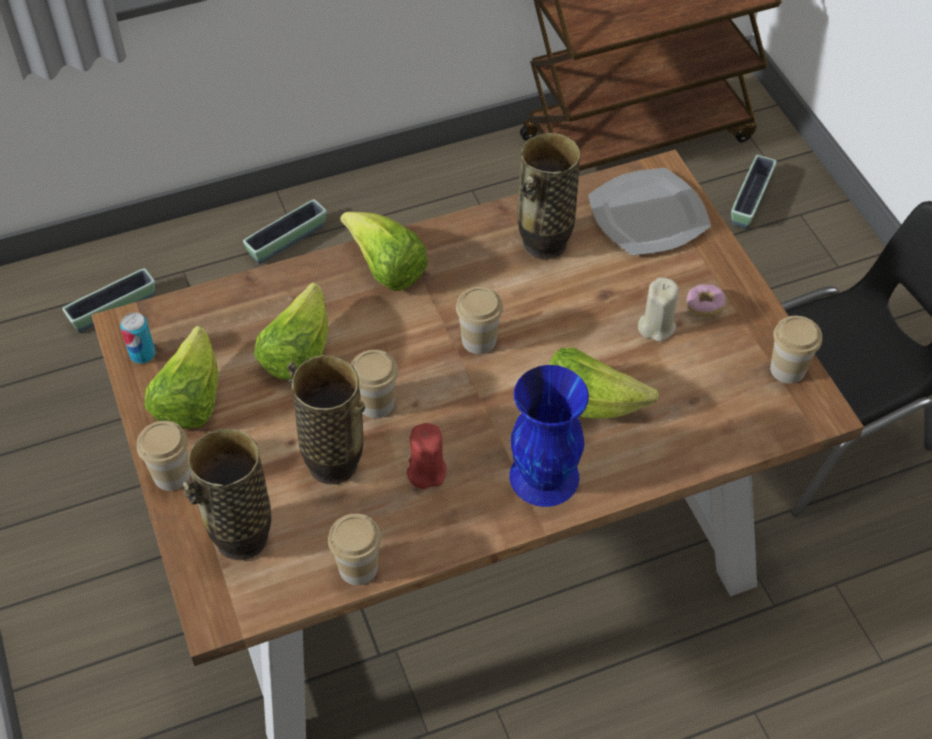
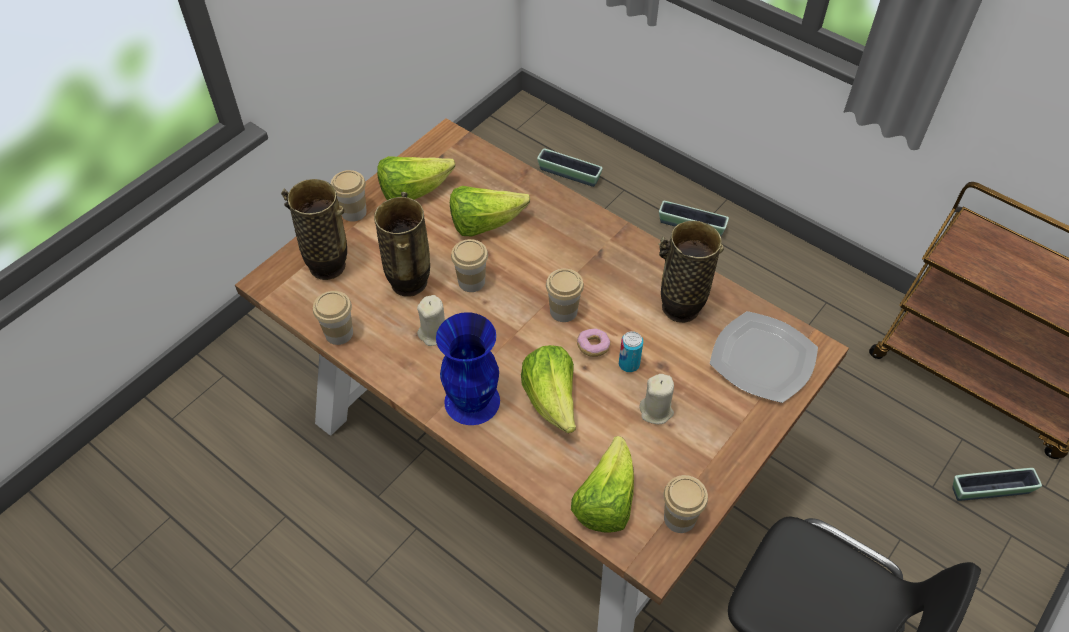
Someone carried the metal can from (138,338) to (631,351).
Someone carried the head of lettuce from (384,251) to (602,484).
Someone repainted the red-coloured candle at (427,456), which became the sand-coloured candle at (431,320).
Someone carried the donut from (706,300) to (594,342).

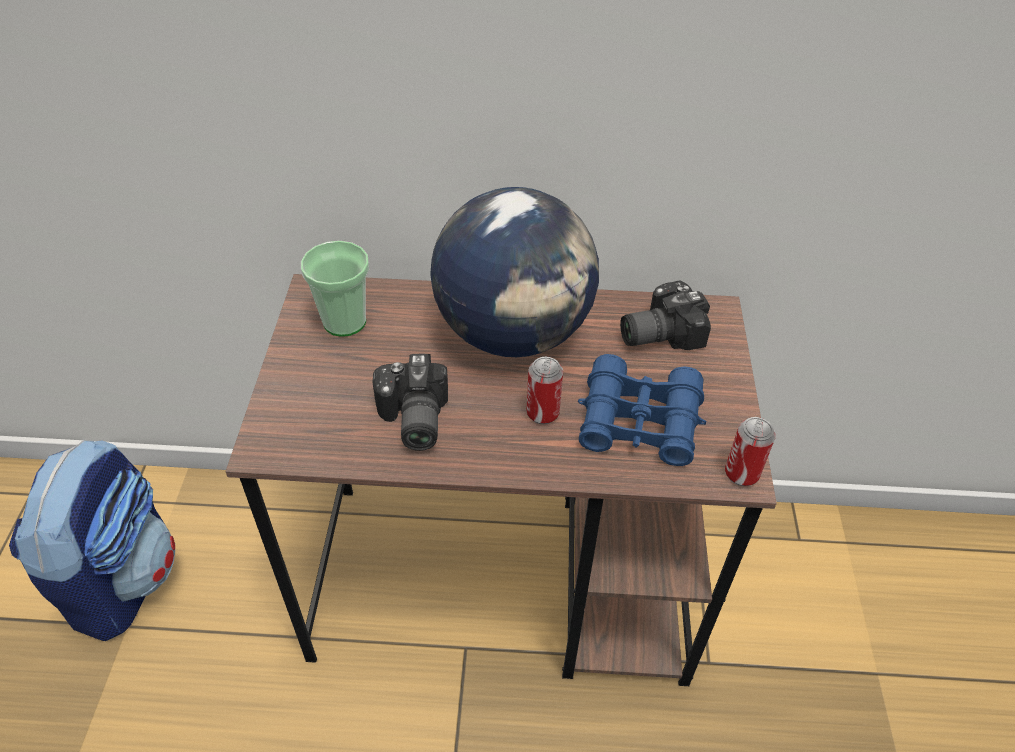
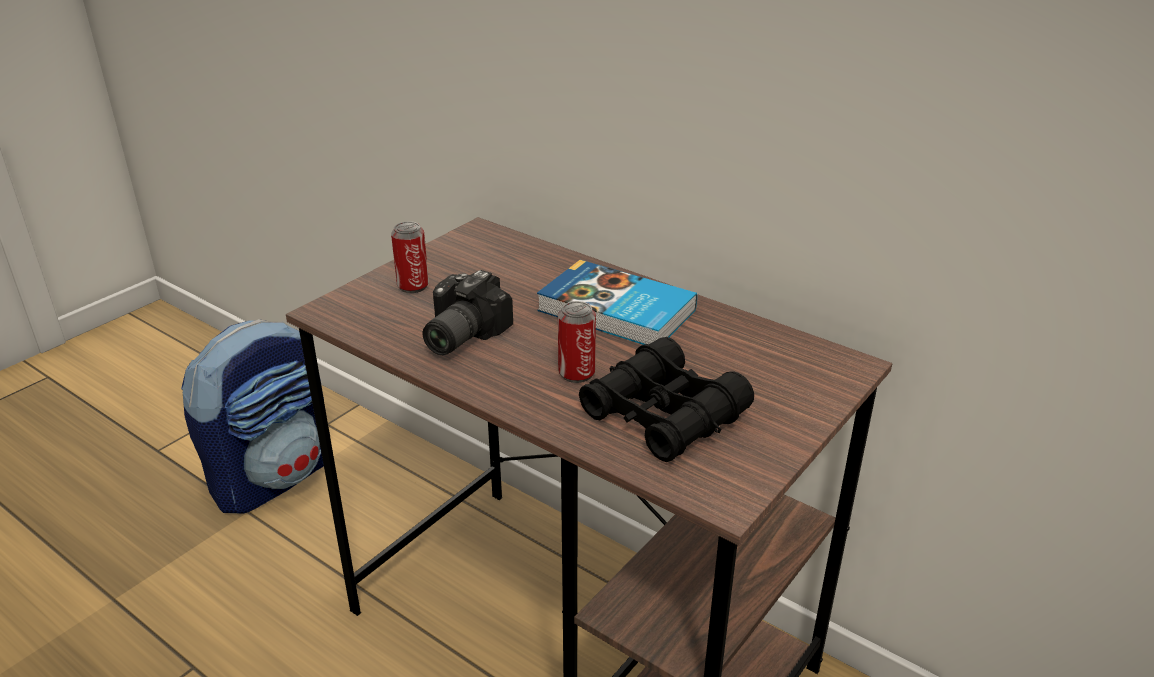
Someone took away the cup at (335,289).
Someone swapped the desk globe at (514,272) for the volume at (617,302).
Someone repainted the blue pair of binoculars at (642,410), which became the blackish pair of binoculars at (666,399).
Someone took away the still camera at (665,315).
Someone carried the metal can from (750,451) to (410,257).

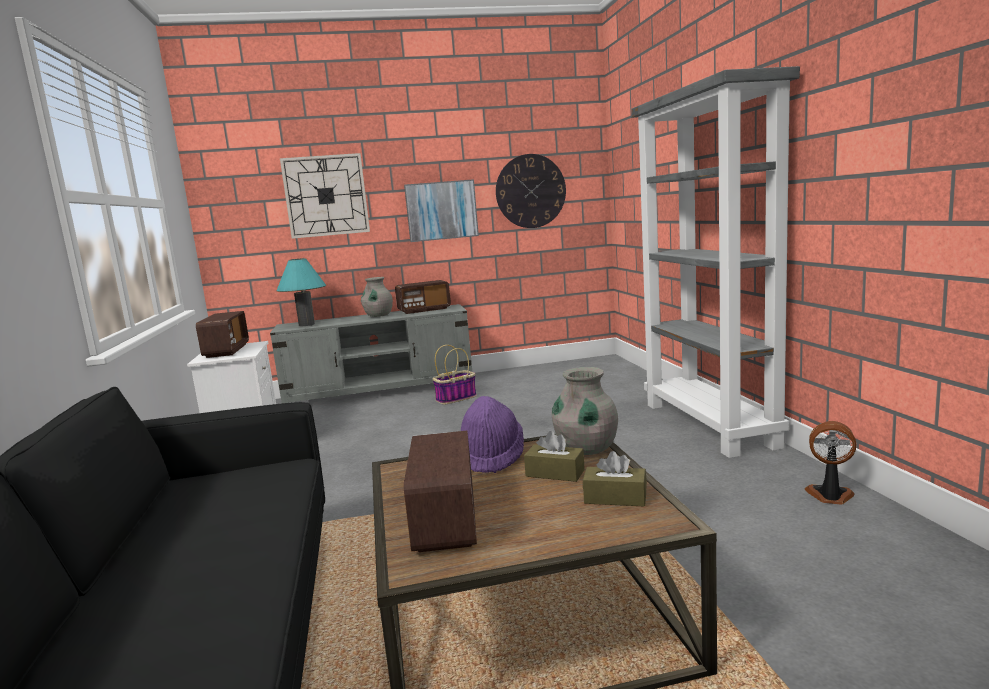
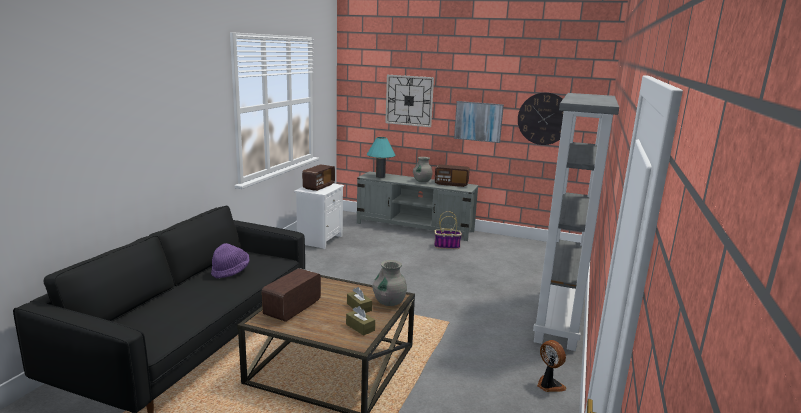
Someone carried the purple clothing hat from (492,434) to (230,260).

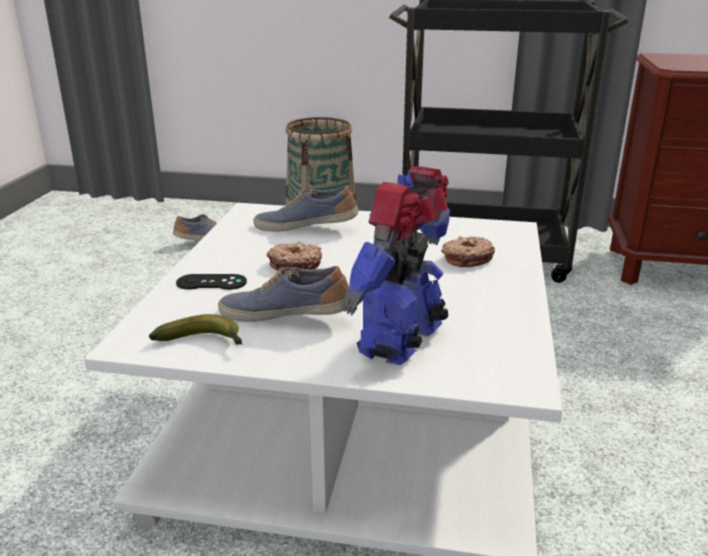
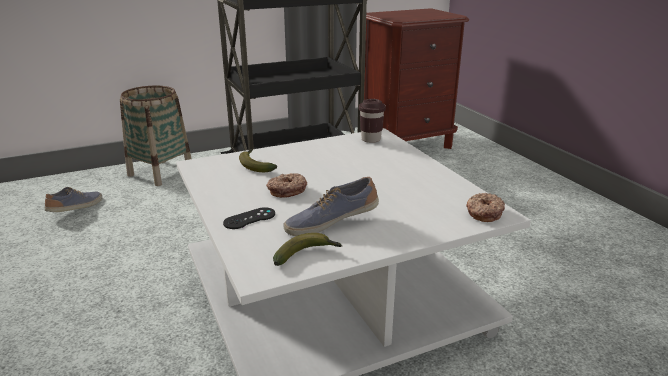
Someone swapped the item of footwear at (305,208) for the banana at (258,160).
Someone took away the robot figure at (396,265).
Someone carried the donut from (468,251) to (485,207).
Someone put down the brownish cup at (372,121).

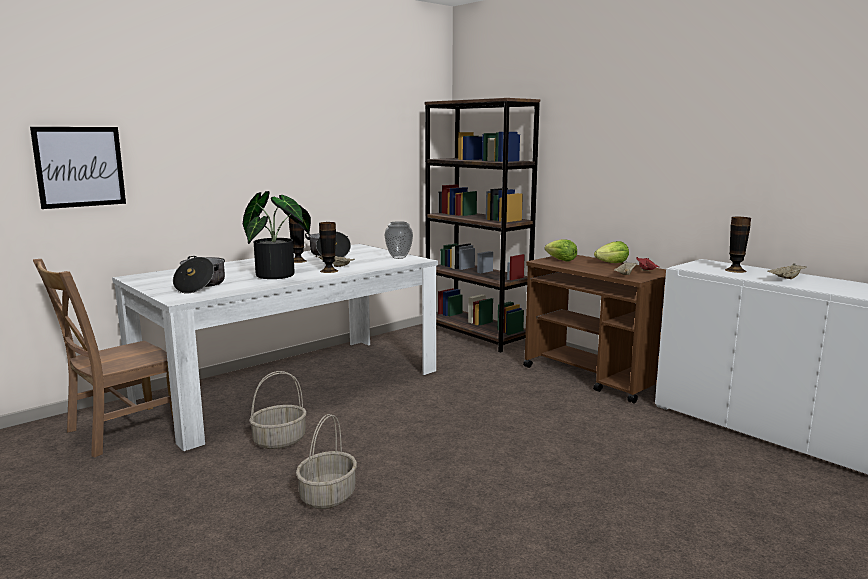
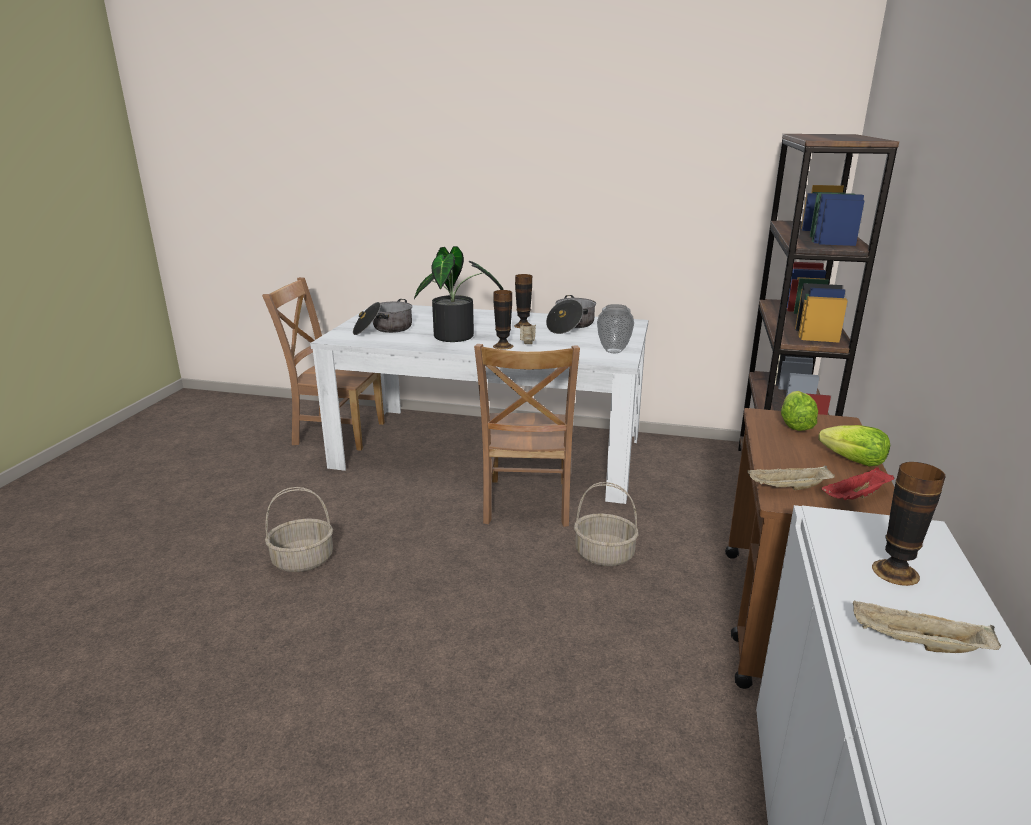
Someone took away the wall picture at (78,168).
Someone carried the household basket from (278,410) to (606,524).
Someone put down the brownish plain chair at (527,435).

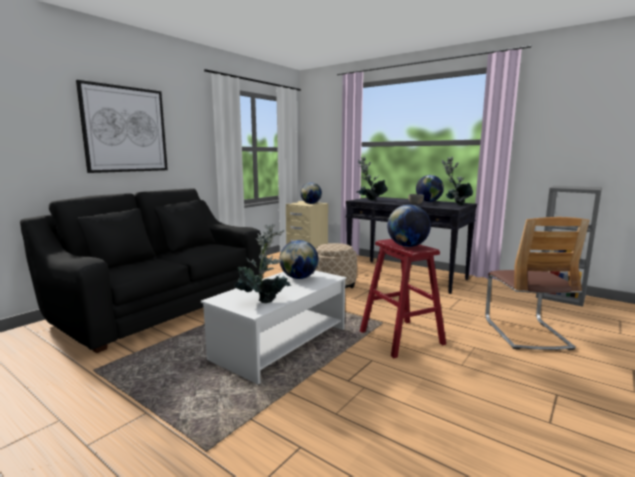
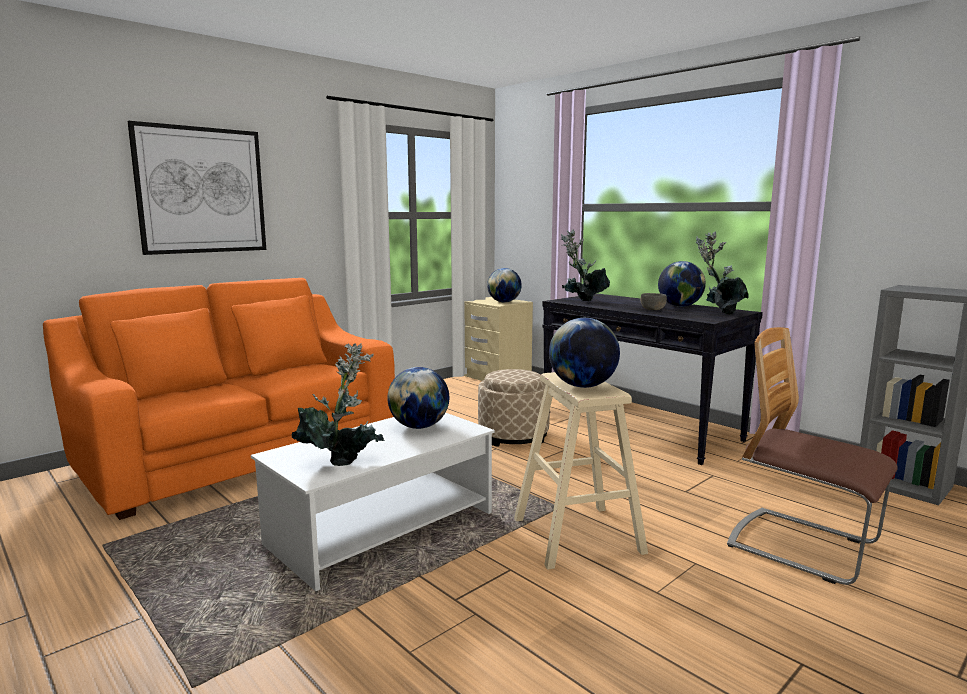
Someone repainted the blackish couch at (141,270), which became the orangey couch at (219,399).
Someone repainted the red-coloured sitting stool at (403,298), which became the sand-coloured sitting stool at (581,471).
Someone rotated the plain chair at (537,283) by 120 degrees clockwise.

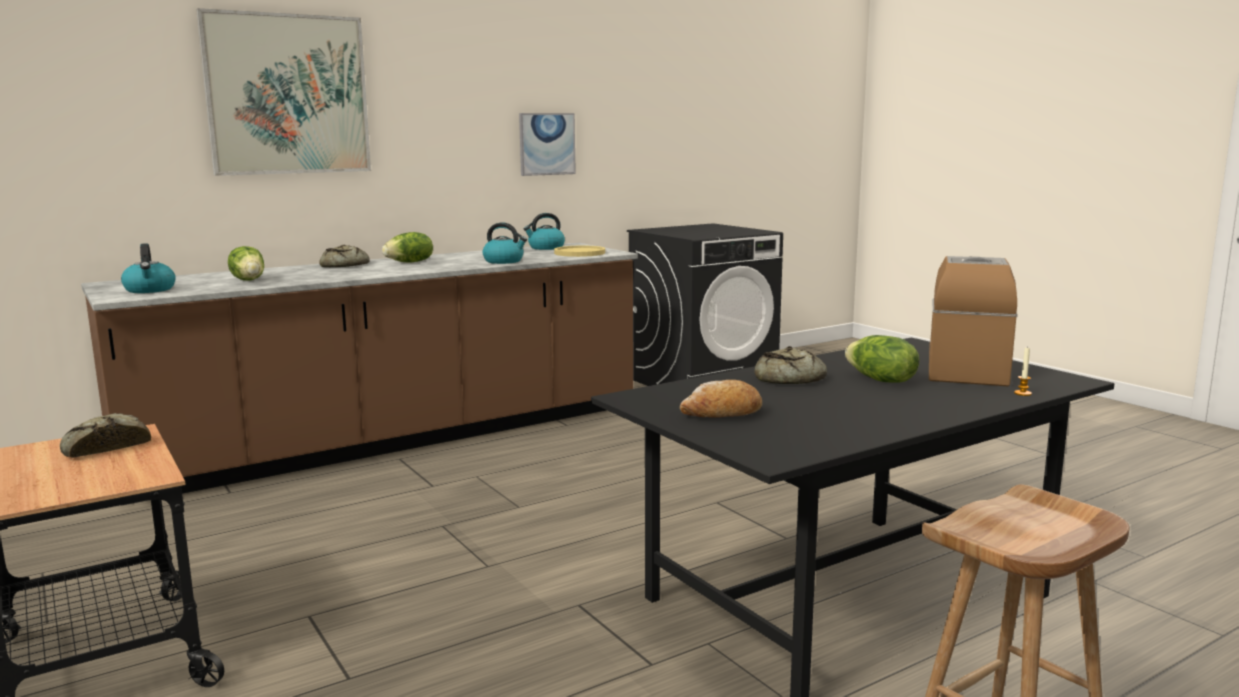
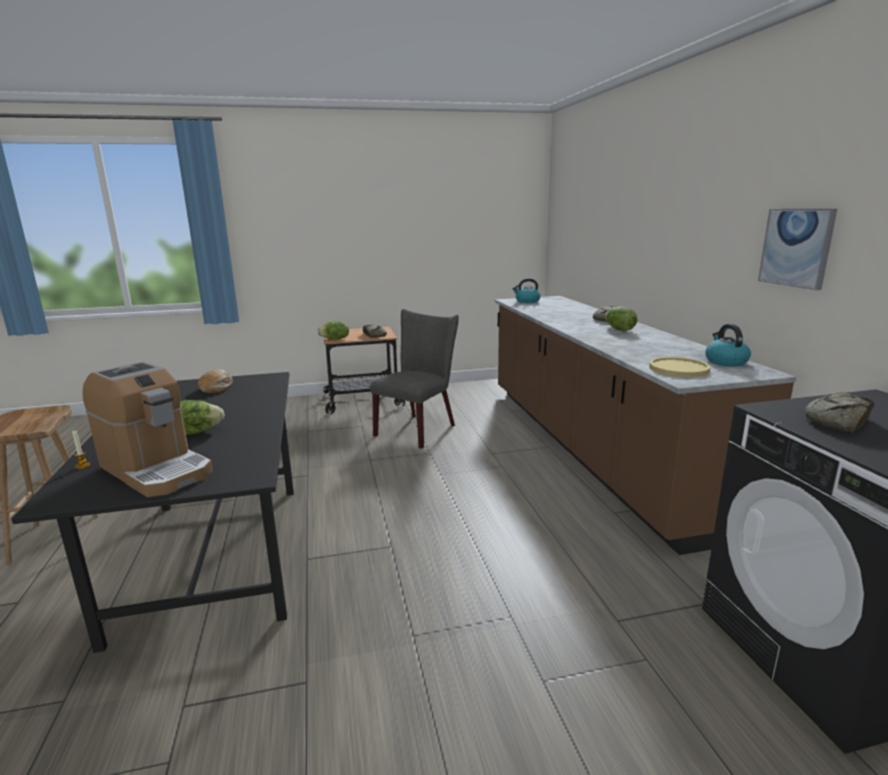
Someone took away the wall picture at (283,92).
Someone carried the head of lettuce from (246,263) to (333,330).
Someone took away the tea kettle at (504,243).
Someone carried the bread from (790,365) to (839,412).
Someone put down the greyish plain chair at (414,379).

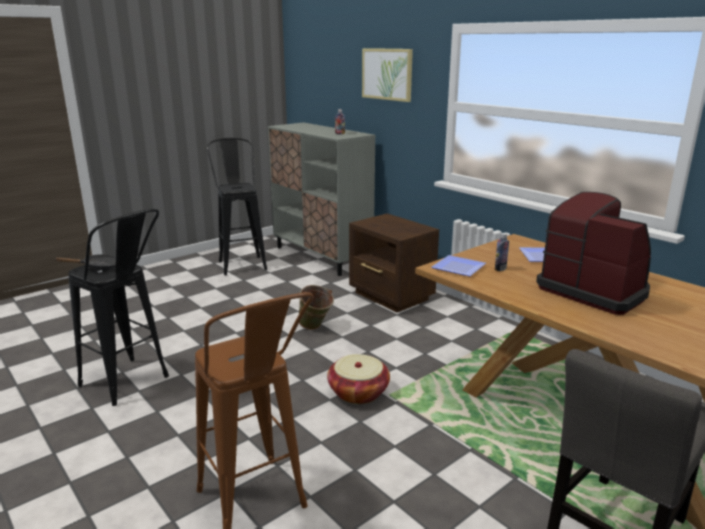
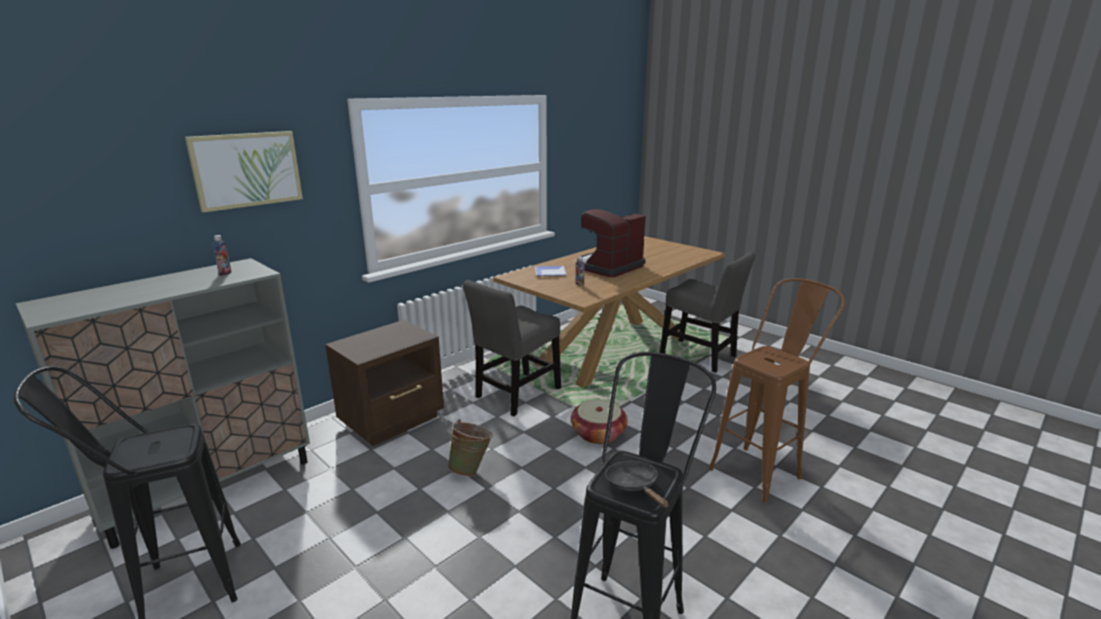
Someone took away the dinner plate at (458,265).
Someone put down the greyish plain chair at (512,348).

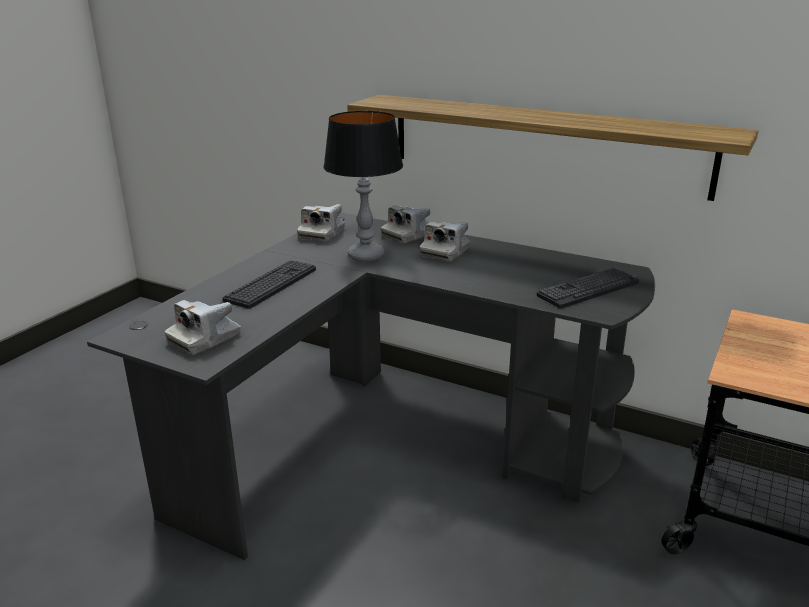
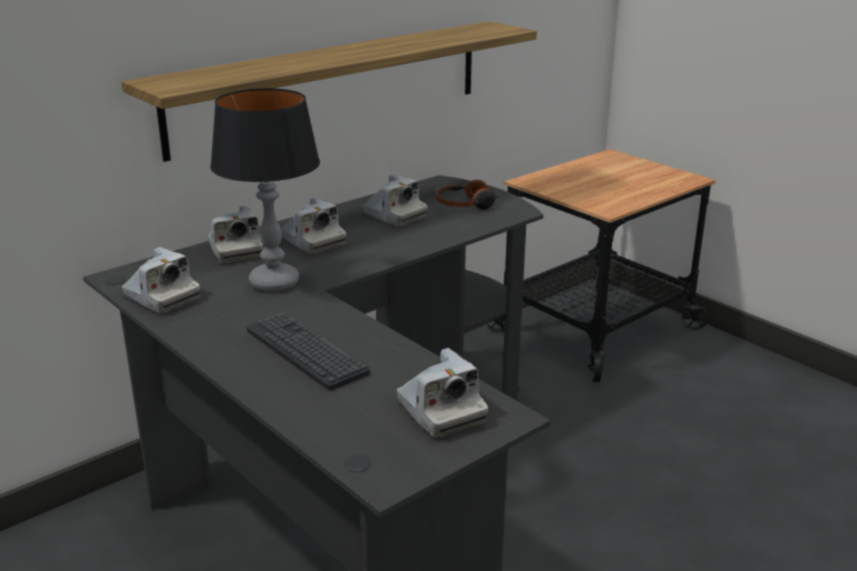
Someone swapped the keyboard at (588,288) for the pair of headphones at (468,195).
Someone put down the still camera at (395,200).

